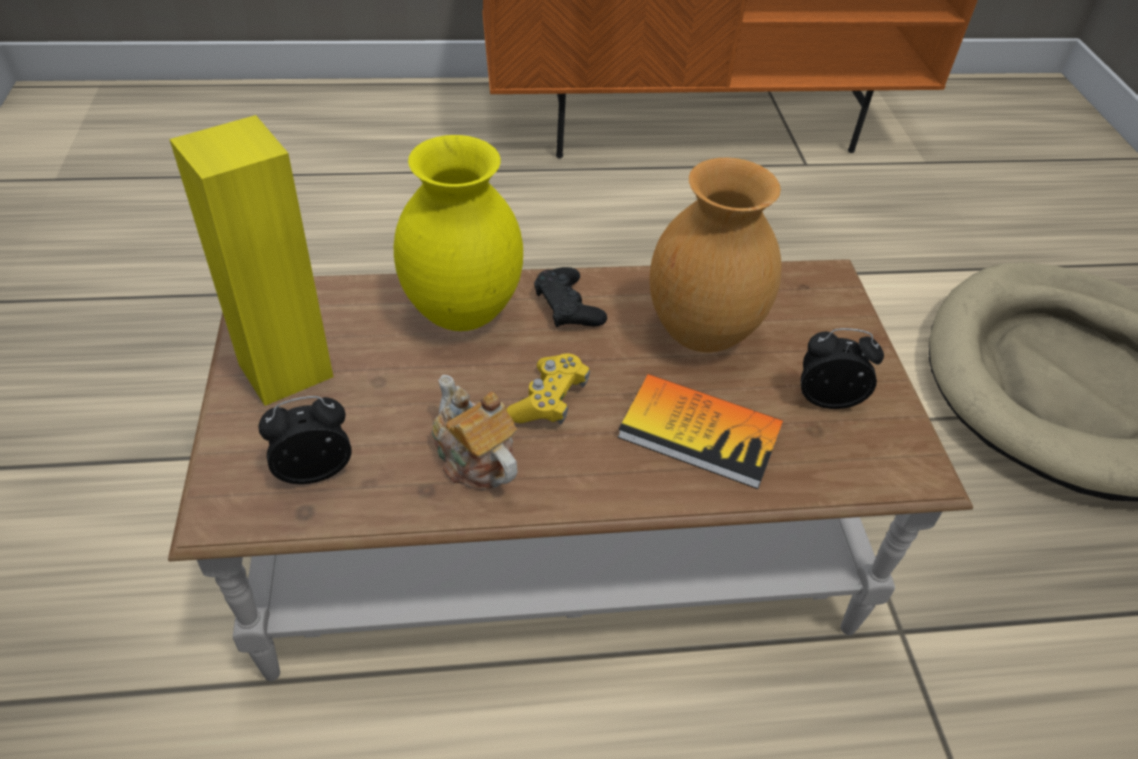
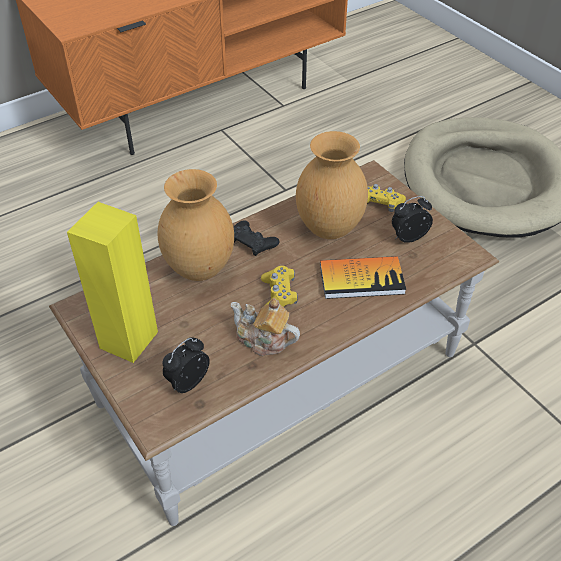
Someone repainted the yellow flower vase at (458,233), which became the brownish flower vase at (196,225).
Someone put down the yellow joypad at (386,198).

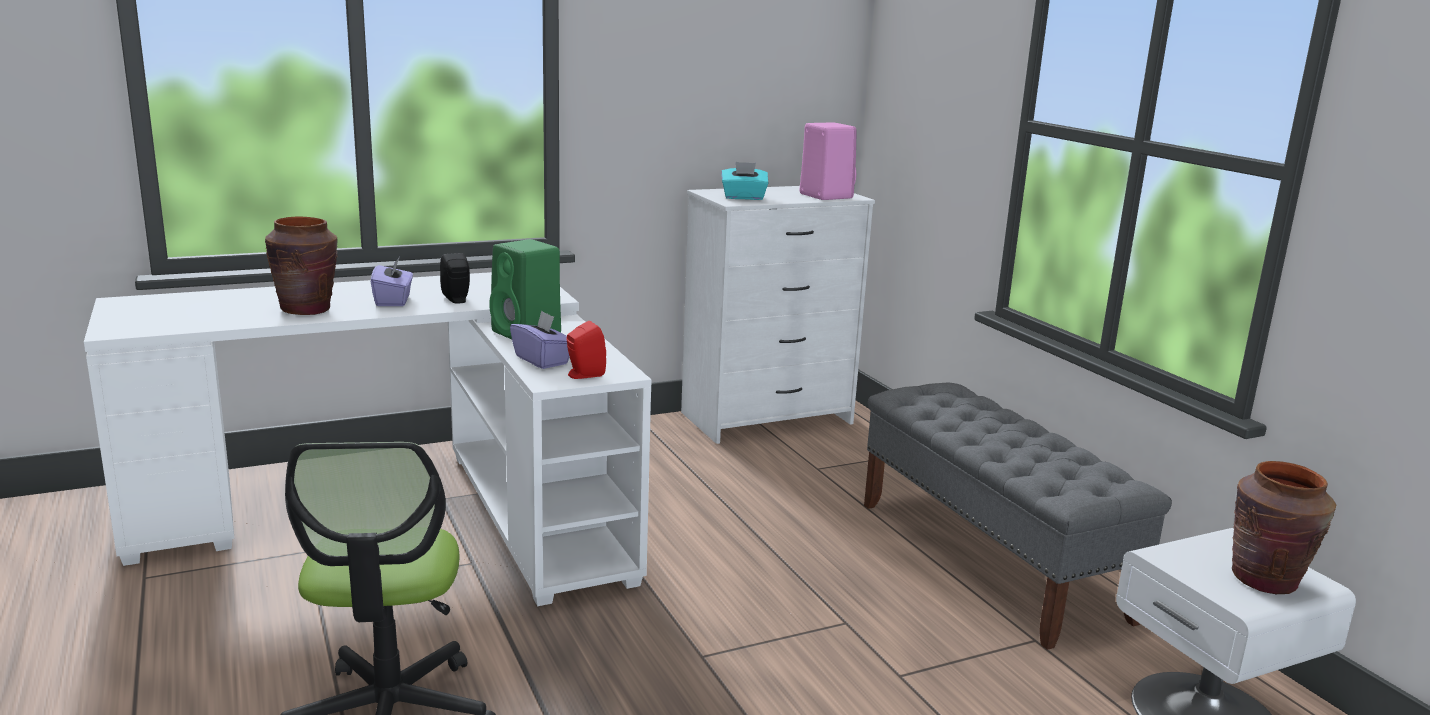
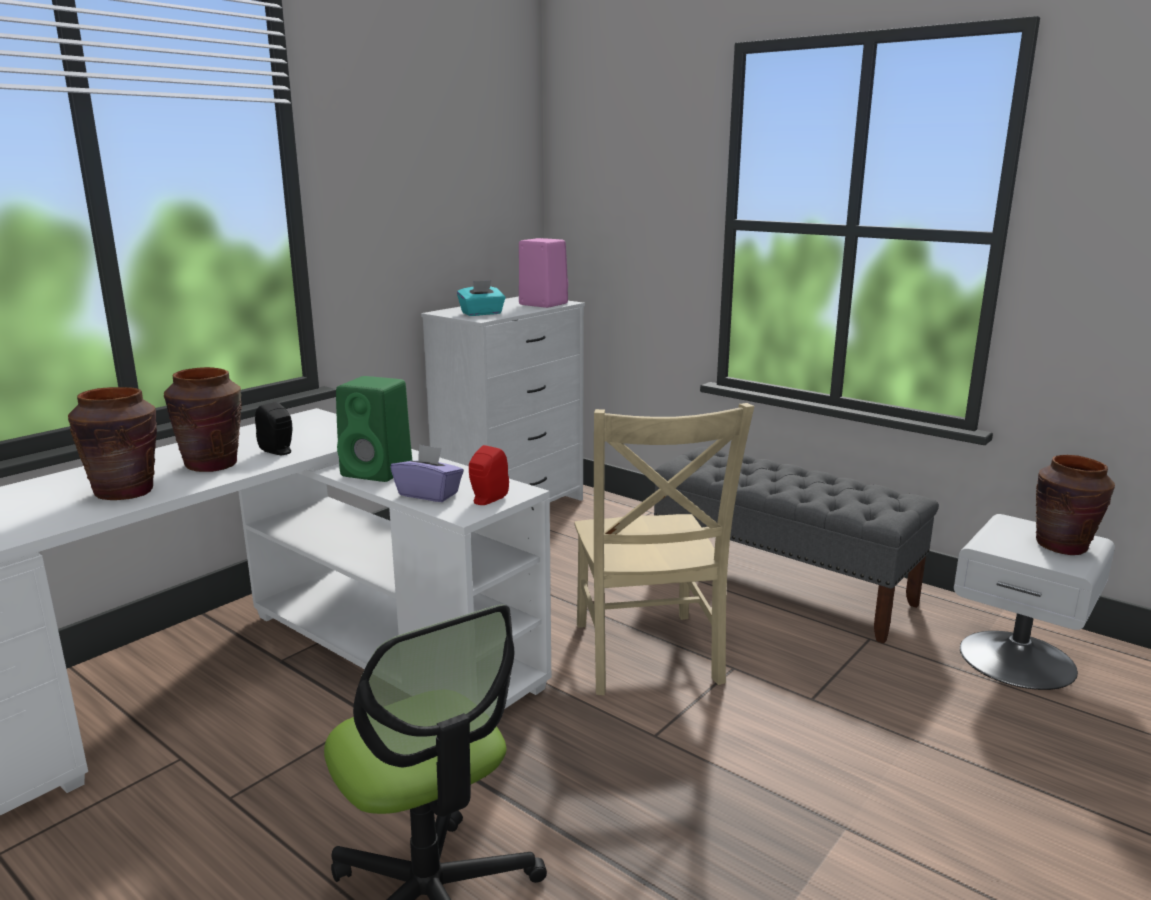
Someone swapped the purple tissue box at (392,281) for the brownish flower vase at (203,419).
Someone put down the sand-coloured plain chair at (664,549).

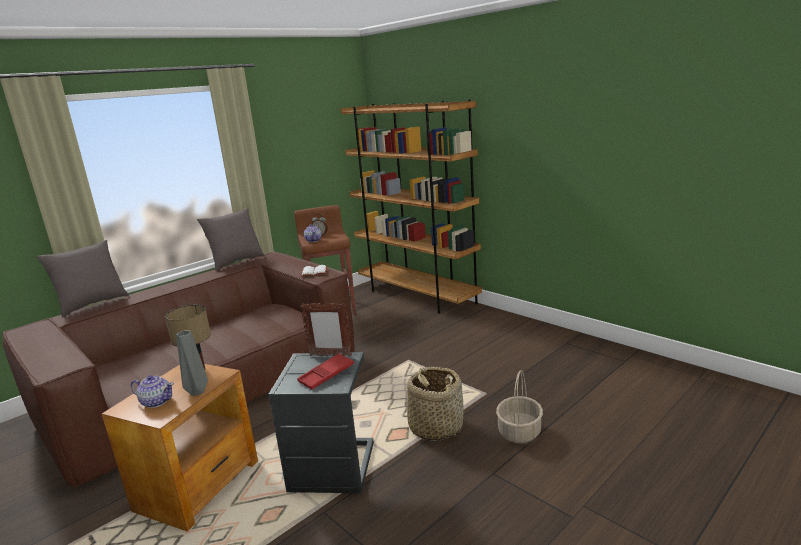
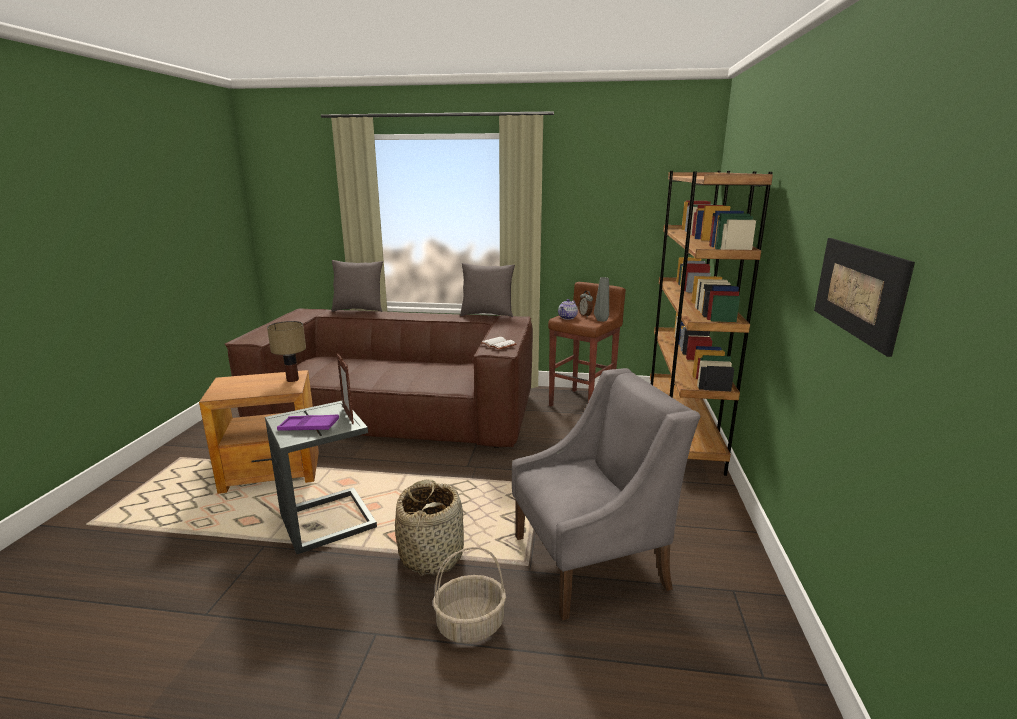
Someone took away the teapot at (152,391).
Someone carried the greyish flower vase from (192,363) to (601,299).
Someone repainted the red-coloured serving tray at (325,371), which became the purple serving tray at (308,423).
Someone put down the greyish lounge chair at (606,494).
Someone put up the wall picture at (864,297).

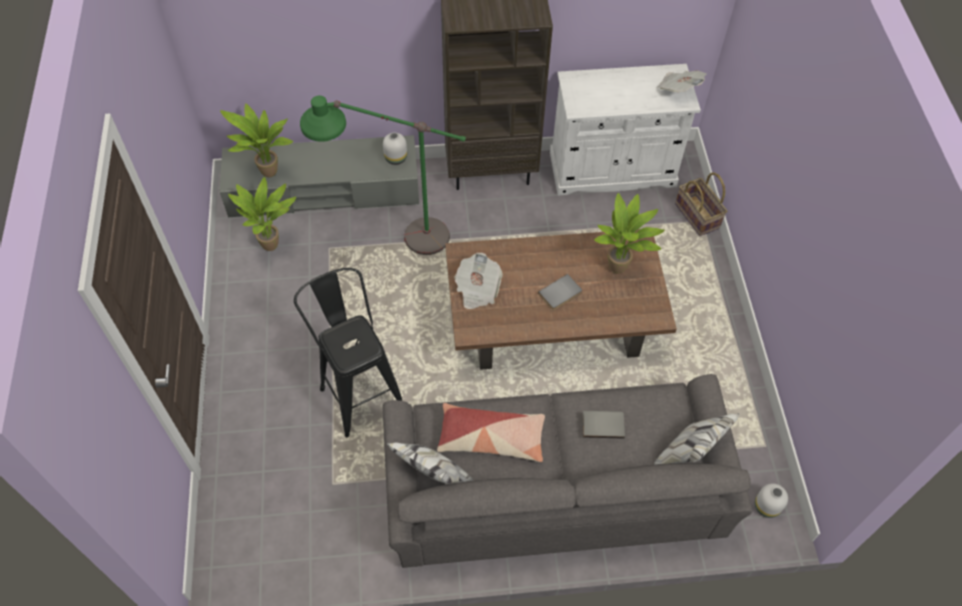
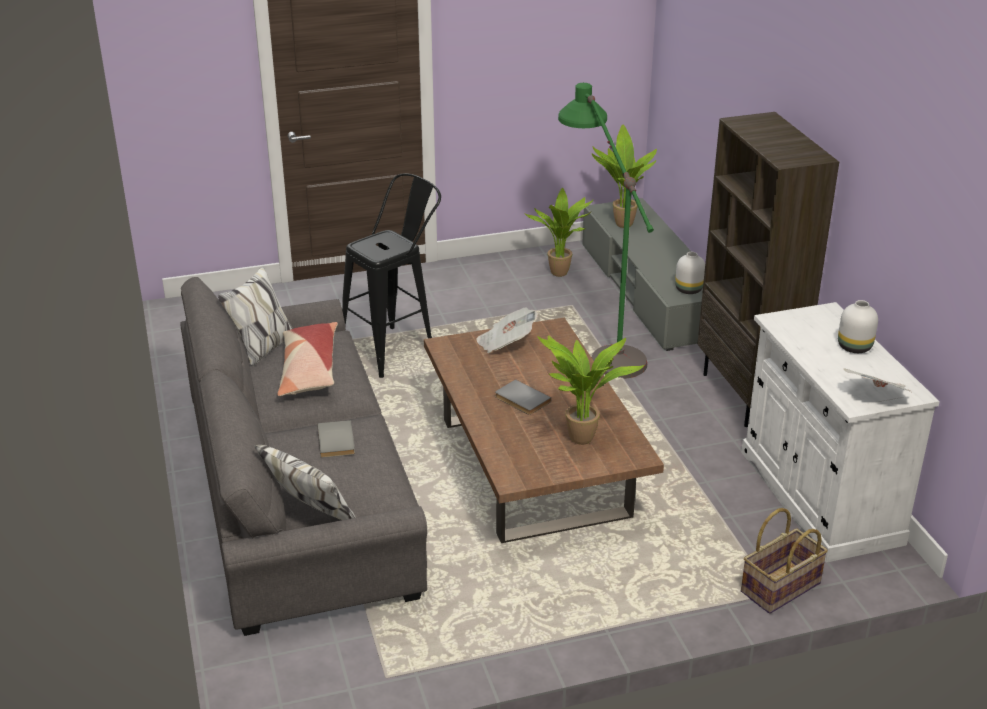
Someone carried the white flower vase from (771,501) to (858,326).

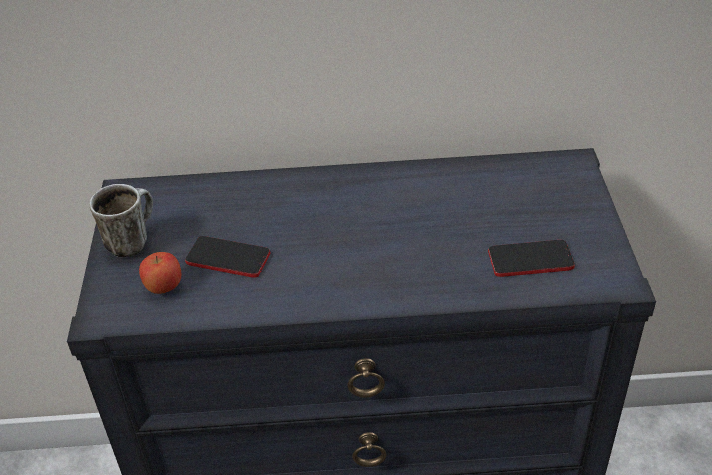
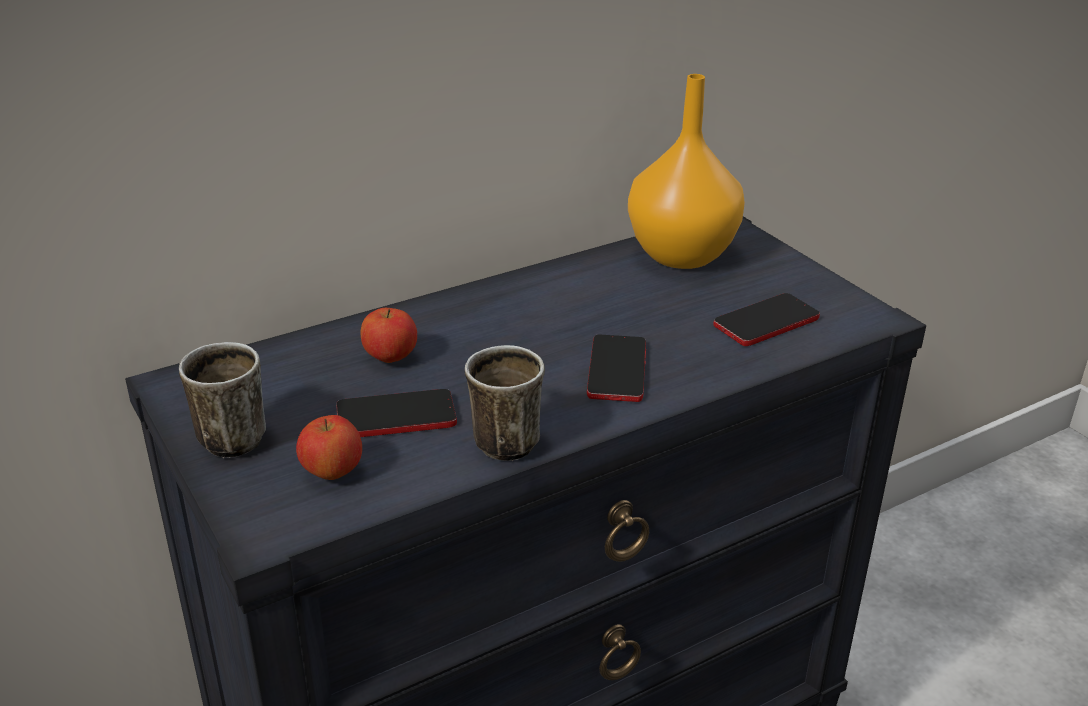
Someone put down the whole apple at (389,335).
Someone put down the tea mug at (505,403).
Someone put down the handset at (616,368).
Someone put down the orangey flower vase at (686,171).

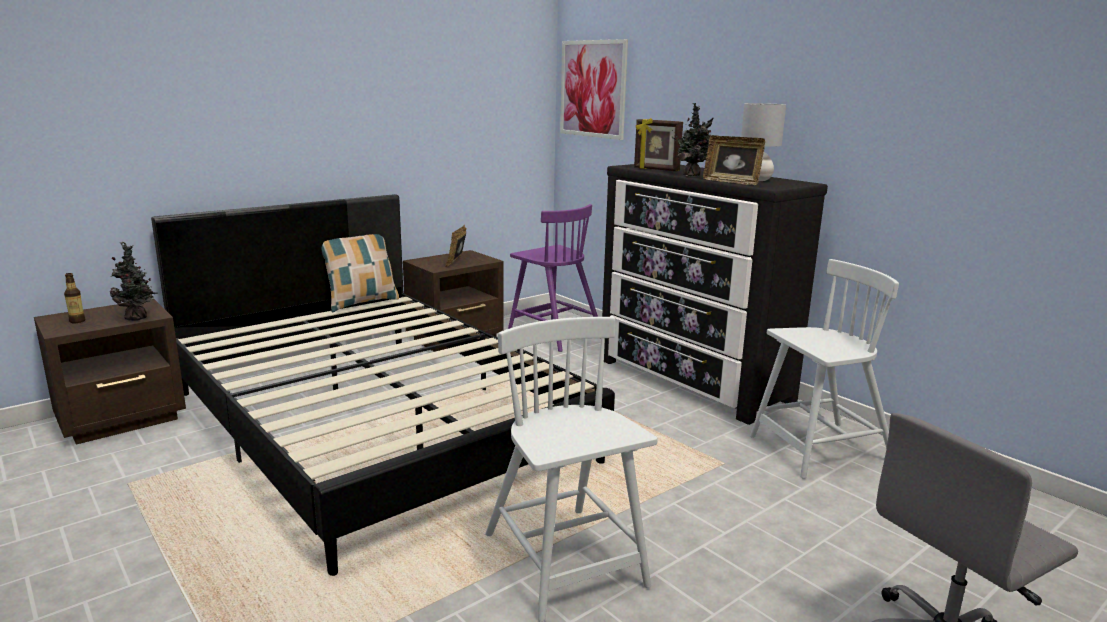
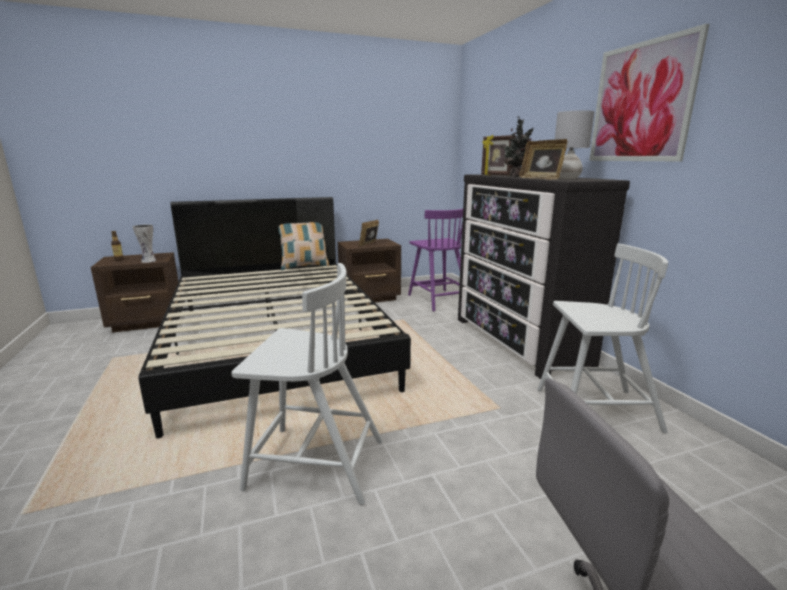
Someone swapped the potted plant at (134,281) for the flower vase at (145,243).
Someone rotated the white plain chair at (571,469) by 105 degrees clockwise.
Someone carried the wall picture from (594,89) to (649,92).

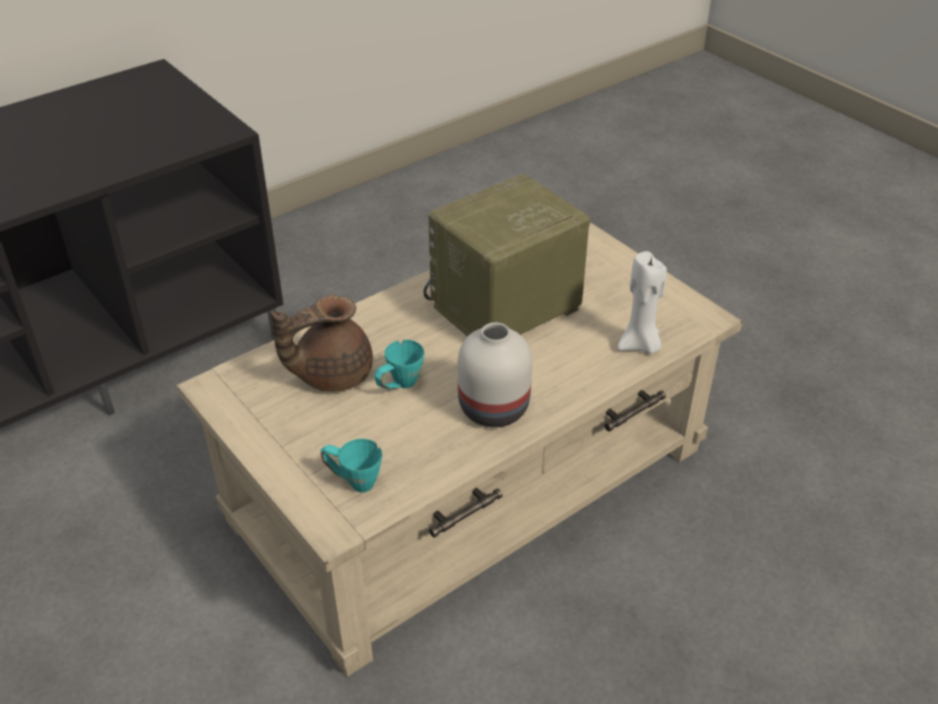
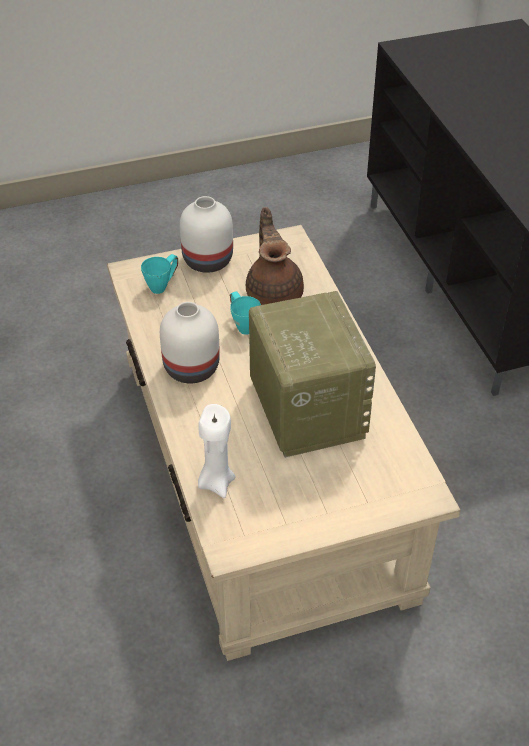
Someone put down the white flower vase at (206,234).

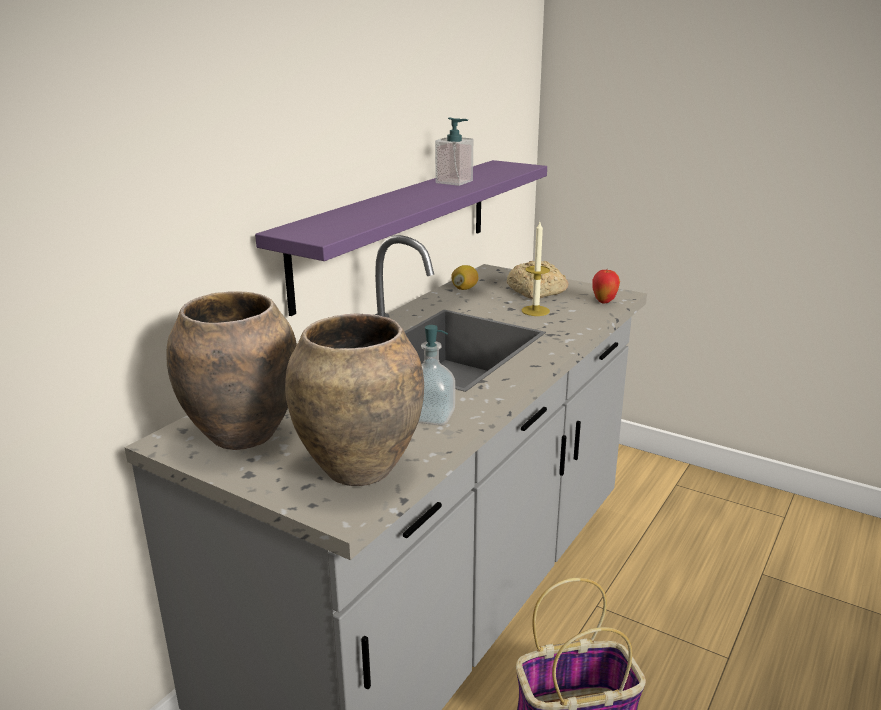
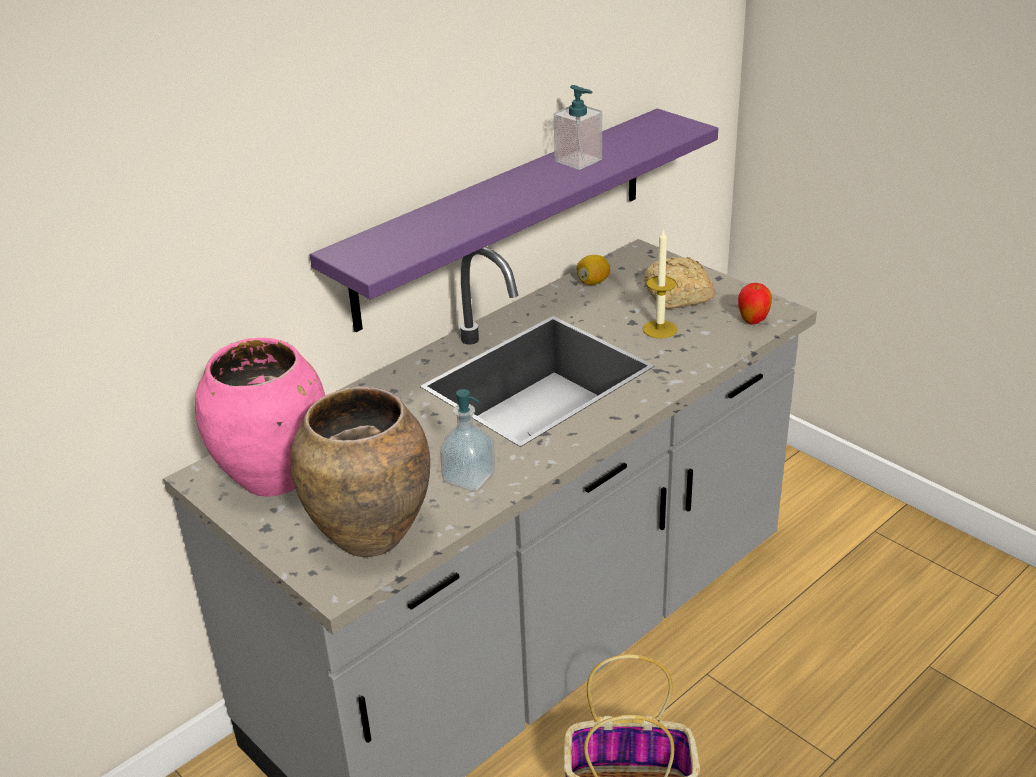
Someone repainted the brownish flower vase at (231,370), which became the pink-coloured flower vase at (260,417).

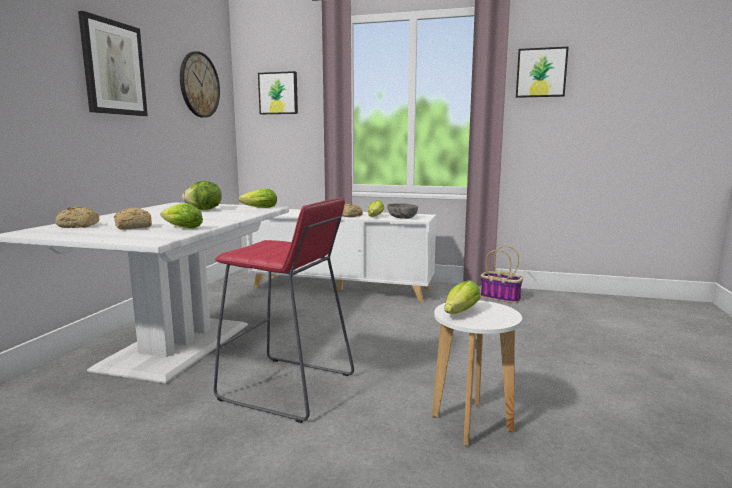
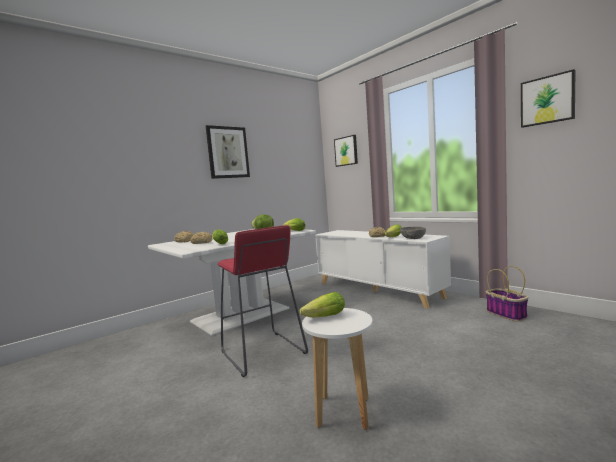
Someone took away the hanging clock at (200,84).

